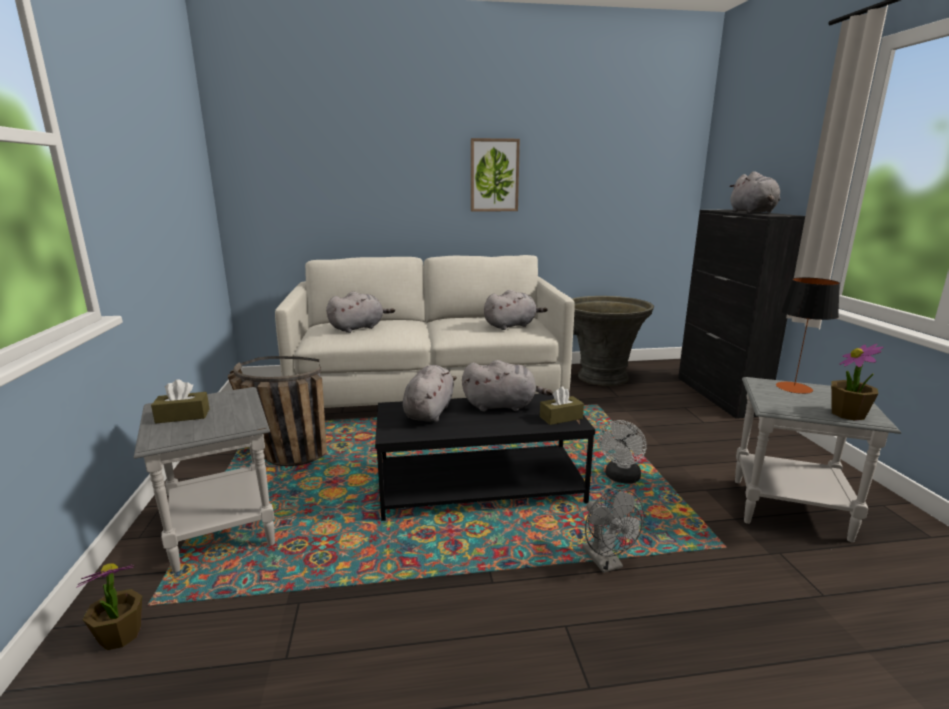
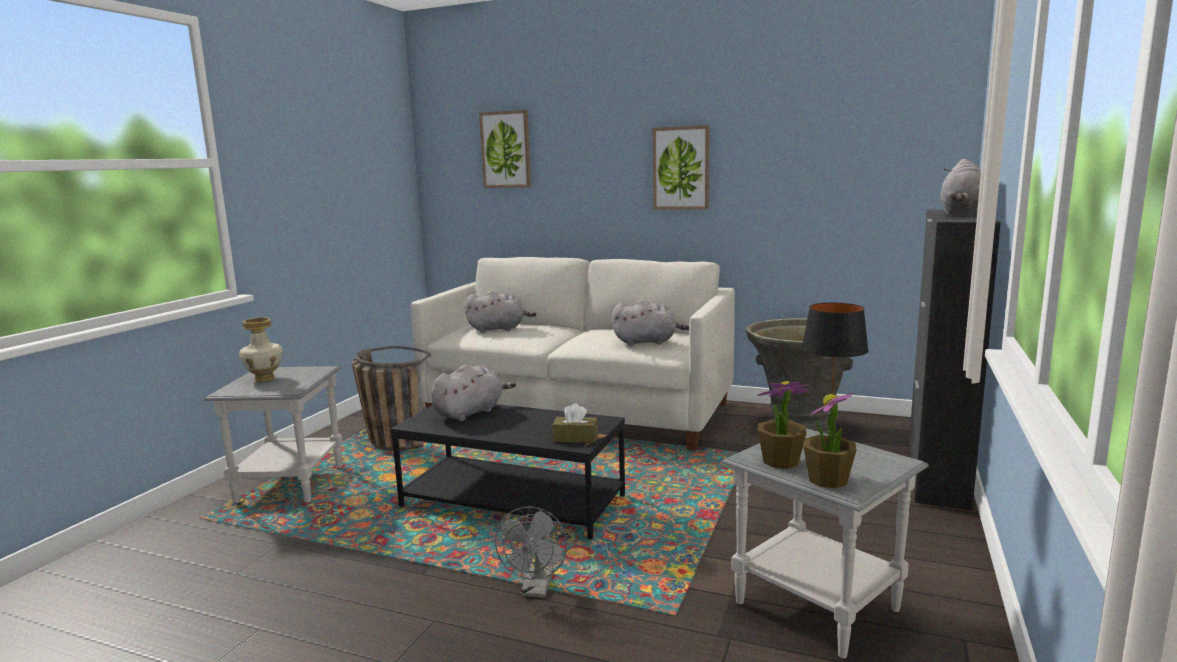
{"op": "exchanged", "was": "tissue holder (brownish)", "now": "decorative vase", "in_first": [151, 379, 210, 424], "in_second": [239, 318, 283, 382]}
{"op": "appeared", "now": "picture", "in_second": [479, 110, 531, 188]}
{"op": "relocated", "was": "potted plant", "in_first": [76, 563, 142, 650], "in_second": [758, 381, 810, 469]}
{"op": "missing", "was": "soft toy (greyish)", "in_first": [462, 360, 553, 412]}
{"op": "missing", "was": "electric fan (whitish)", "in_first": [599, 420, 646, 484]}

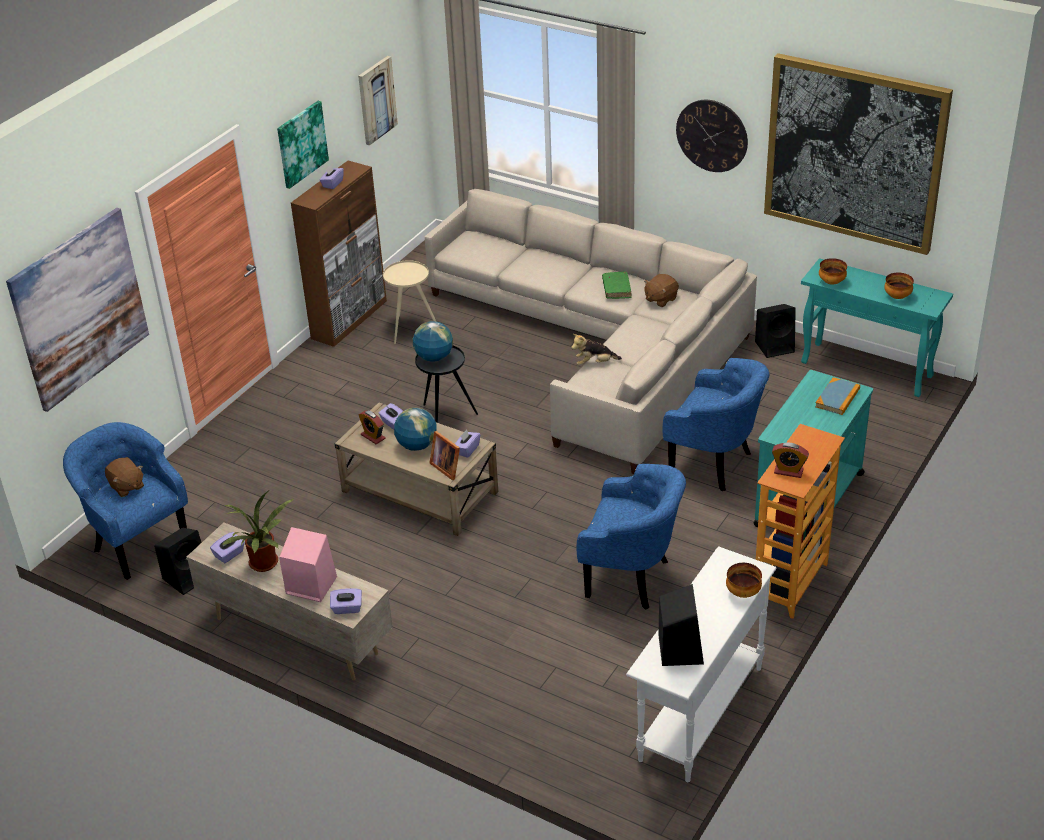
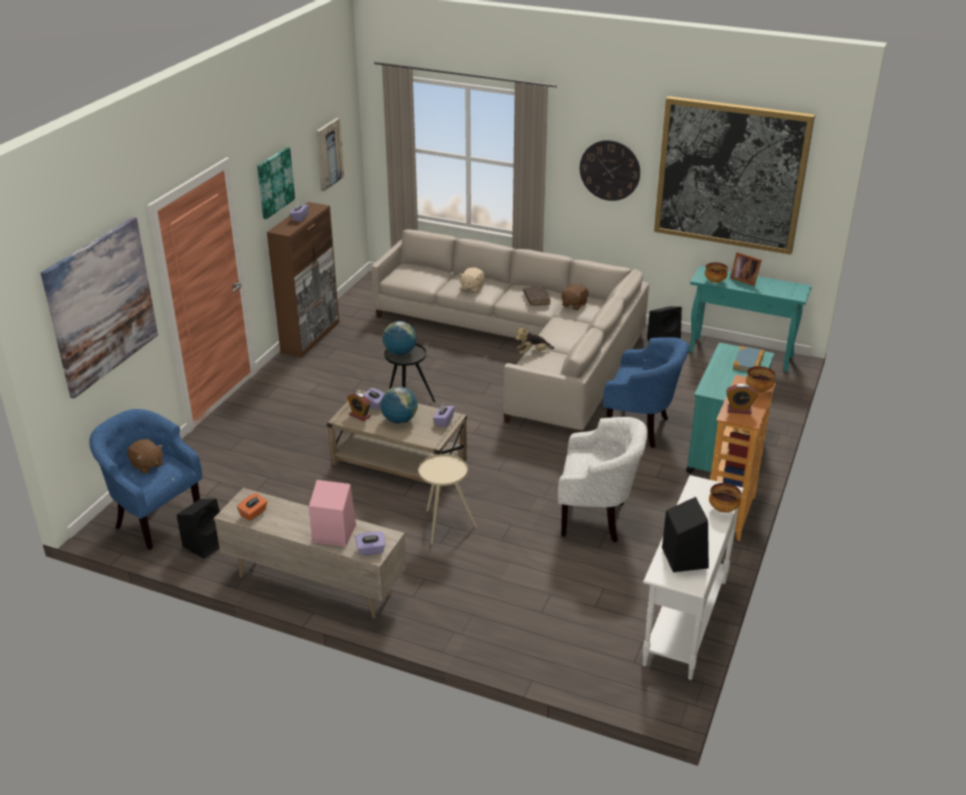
{"op": "colour", "was": "tissue holder (purple-coloured)", "now": "tissue holder (orange)", "in_first": [210, 532, 245, 563], "in_second": [237, 493, 267, 521]}
{"op": "relocated", "was": "end table (sand-coloured)", "in_first": [383, 260, 436, 344], "in_second": [419, 454, 477, 544]}
{"op": "appeared", "now": "soft toy (sand-coloured)", "in_second": [458, 267, 485, 293]}
{"op": "colour", "was": "volume (green)", "now": "volume (brownish)", "in_first": [602, 272, 632, 299], "in_second": [523, 285, 551, 306]}
{"op": "colour", "was": "armchair (bluish)", "now": "armchair (whitish)", "in_first": [577, 464, 686, 610], "in_second": [558, 417, 647, 542]}
{"op": "relocated", "was": "photo frame", "in_first": [429, 431, 460, 480], "in_second": [730, 252, 762, 286]}
{"op": "relocated", "was": "deep dish", "in_first": [884, 272, 914, 299], "in_second": [746, 366, 775, 392]}
{"op": "missing", "was": "potted plant", "in_first": [222, 490, 294, 572]}

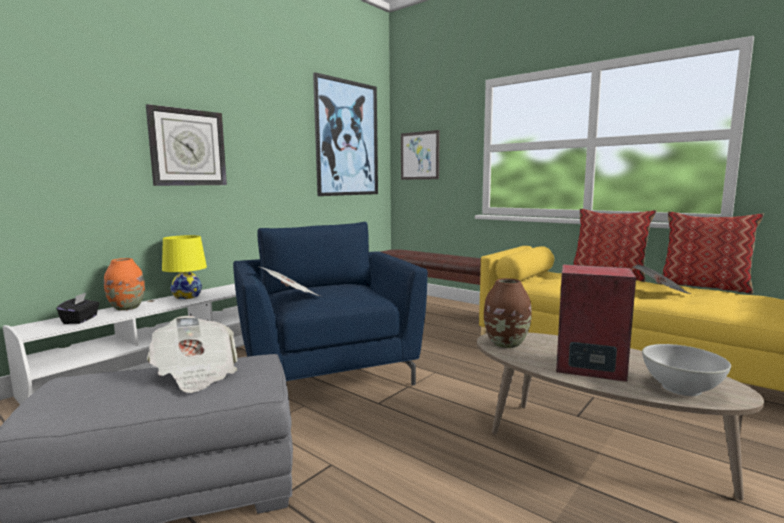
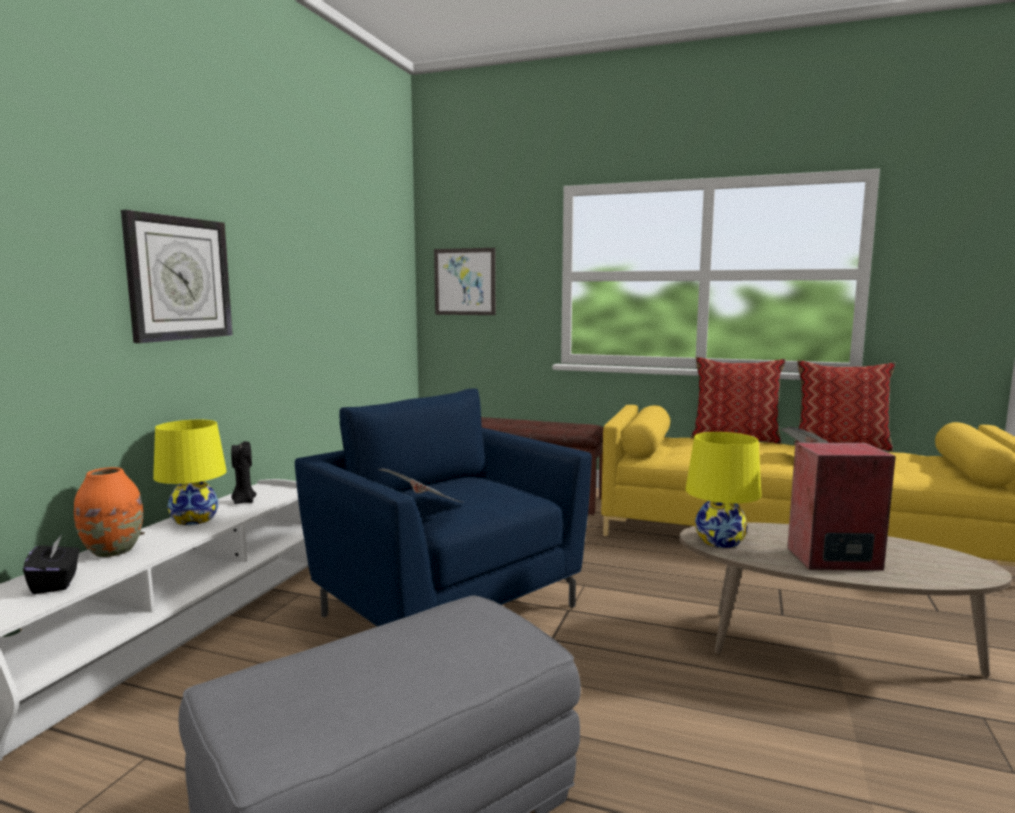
{"op": "appeared", "now": "wax candle (black-coloured)", "in_second": [231, 441, 256, 504]}
{"op": "exchanged", "was": "decorative vase (brownish)", "now": "lamp for a table (yellow-coloured)", "in_first": [484, 278, 532, 348], "in_second": [686, 432, 762, 548]}
{"op": "missing", "was": "newspaper", "in_first": [147, 316, 237, 393]}
{"op": "missing", "was": "picture", "in_first": [313, 72, 378, 196]}
{"op": "missing", "was": "deep dish (whitish)", "in_first": [642, 344, 731, 396]}

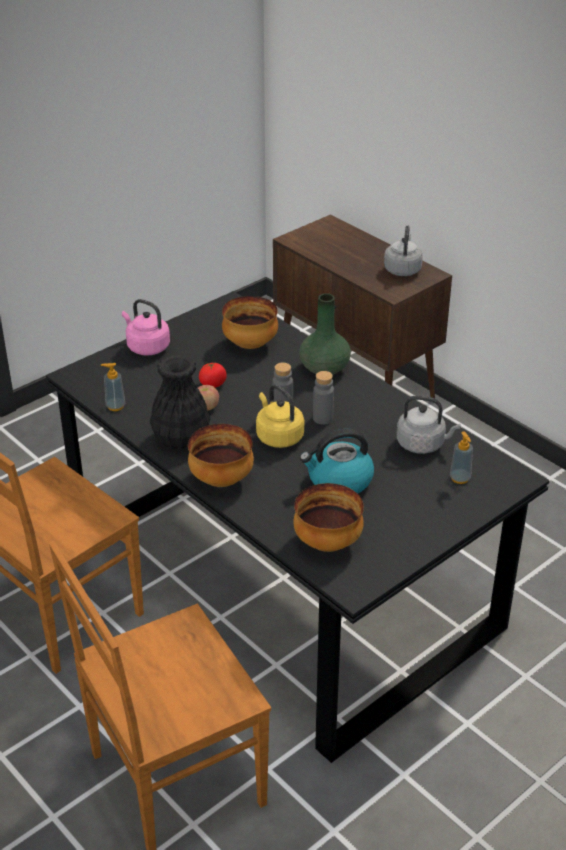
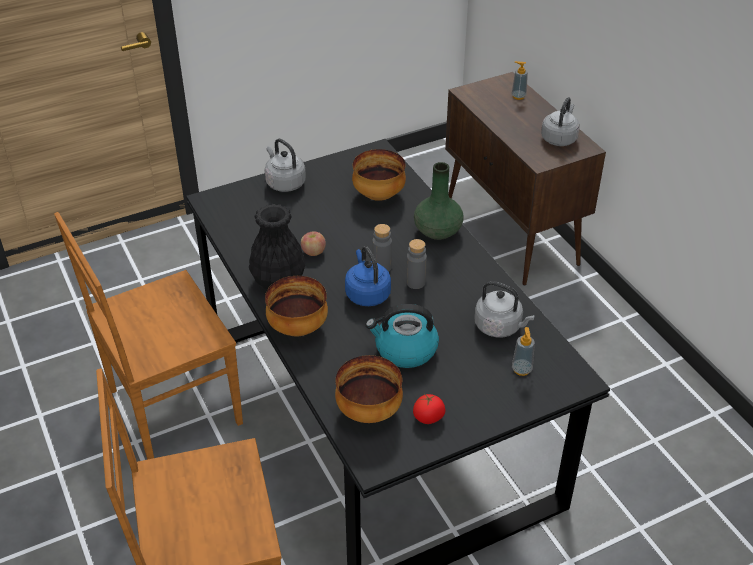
{"op": "colour", "was": "kettle (pinkish)", "now": "kettle (greyish)", "in_first": [122, 299, 170, 356], "in_second": [265, 139, 306, 192]}
{"op": "colour", "was": "kettle (yellow-coloured)", "now": "kettle (bluish)", "in_first": [256, 385, 304, 448], "in_second": [345, 246, 391, 306]}
{"op": "relocated", "was": "whole tomato", "in_first": [199, 362, 227, 388], "in_second": [413, 393, 445, 424]}
{"op": "relocated", "was": "soap bottle", "in_first": [101, 363, 125, 411], "in_second": [512, 61, 528, 100]}

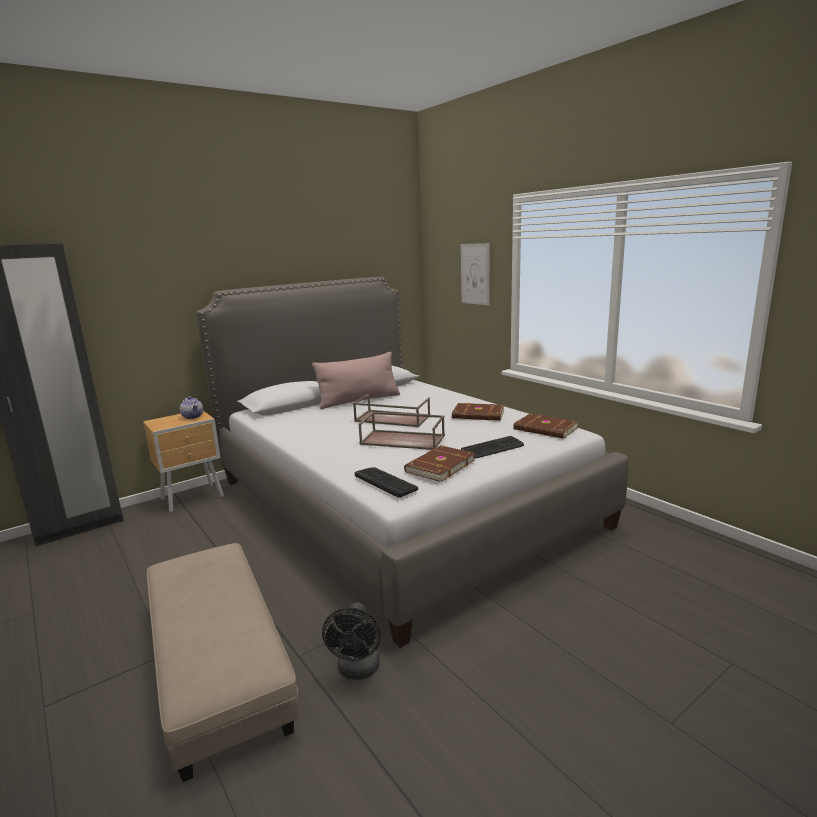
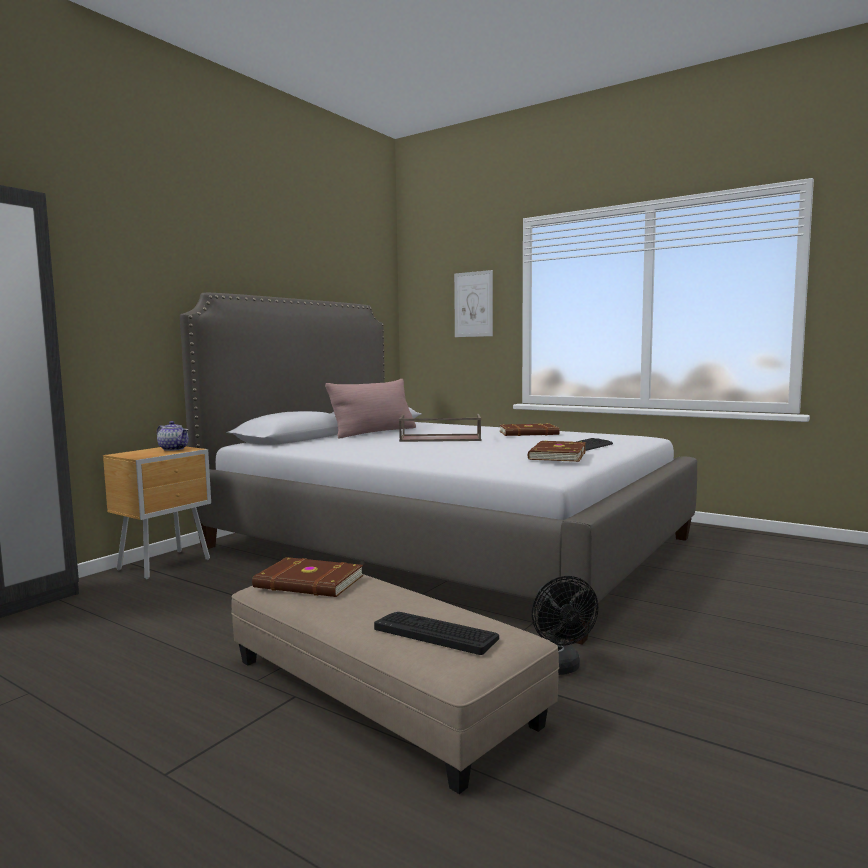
{"op": "relocated", "was": "volume (brownish)", "in_first": [513, 414, 578, 439], "in_second": [252, 557, 363, 597]}
{"op": "relocated", "was": "PC keyboard", "in_first": [355, 467, 418, 498], "in_second": [374, 612, 499, 655]}
{"op": "missing", "was": "serving tray (brownish)", "in_first": [359, 412, 445, 450]}

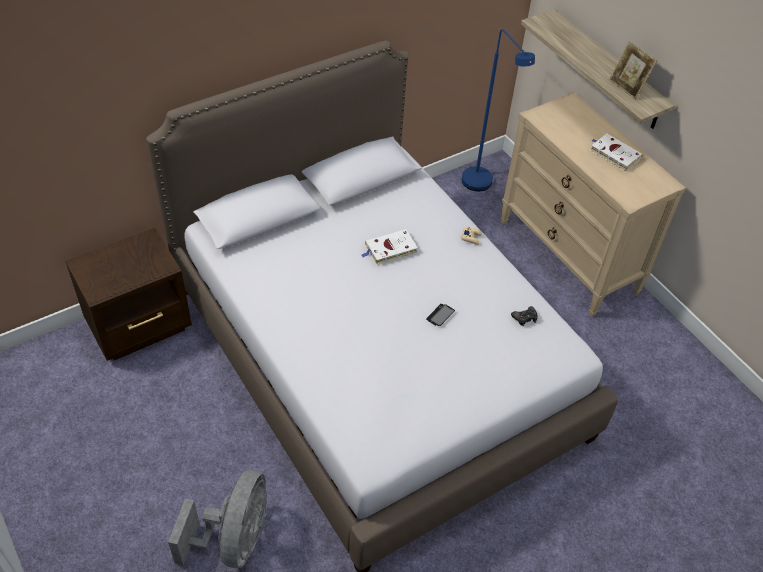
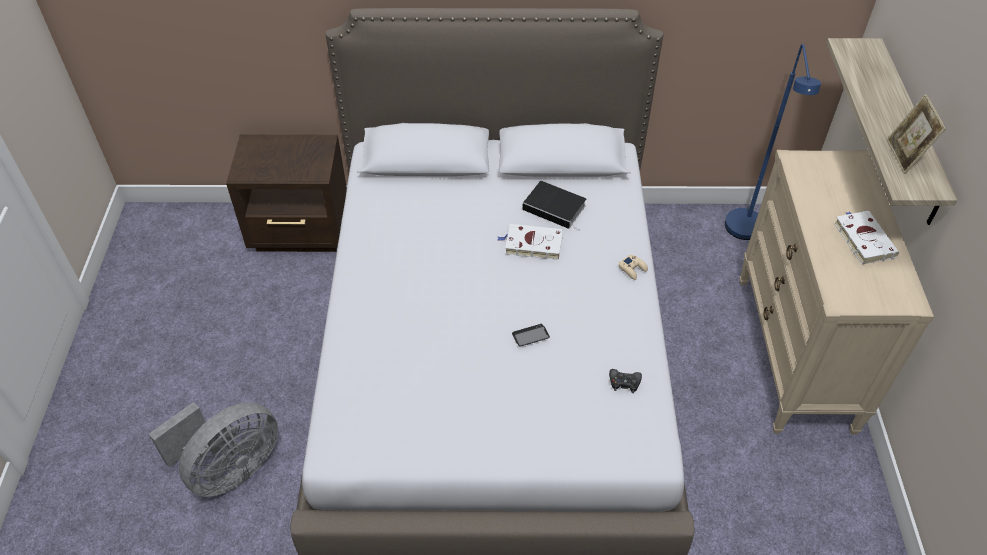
{"op": "appeared", "now": "volume", "in_second": [522, 181, 586, 231]}

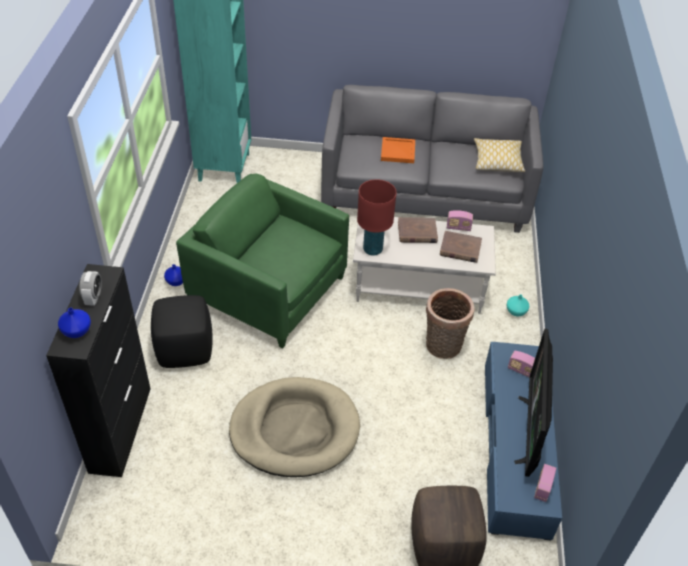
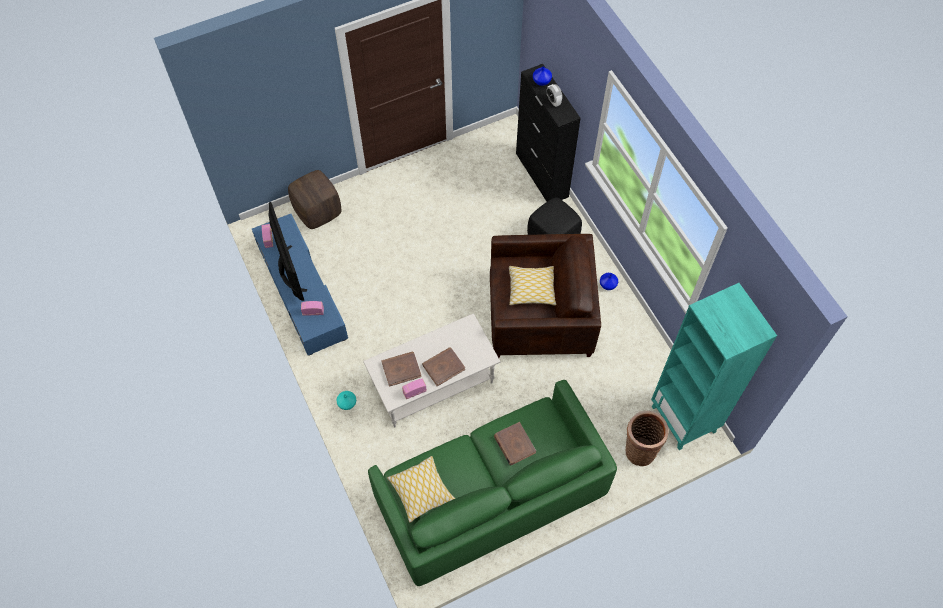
{"op": "colour", "was": "sofa (greyish)", "now": "sofa (green)", "in_first": [321, 85, 543, 233], "in_second": [368, 380, 617, 586]}
{"op": "colour", "was": "armchair (green)", "now": "armchair (brownish)", "in_first": [176, 174, 349, 349], "in_second": [490, 234, 601, 358]}
{"op": "exchanged", "was": "serving tray (orange)", "now": "volume (brownish)", "in_first": [381, 137, 415, 163], "in_second": [494, 422, 536, 465]}
{"op": "appeared", "now": "throw pillow", "in_second": [509, 266, 556, 305]}
{"op": "relocated", "was": "storage basket", "in_first": [426, 288, 475, 359], "in_second": [625, 411, 669, 466]}
{"op": "missing", "was": "dog bed (sand-coloured)", "in_first": [229, 377, 360, 477]}
{"op": "missing", "was": "lamp for a table (red-coloured)", "in_first": [357, 179, 396, 256]}

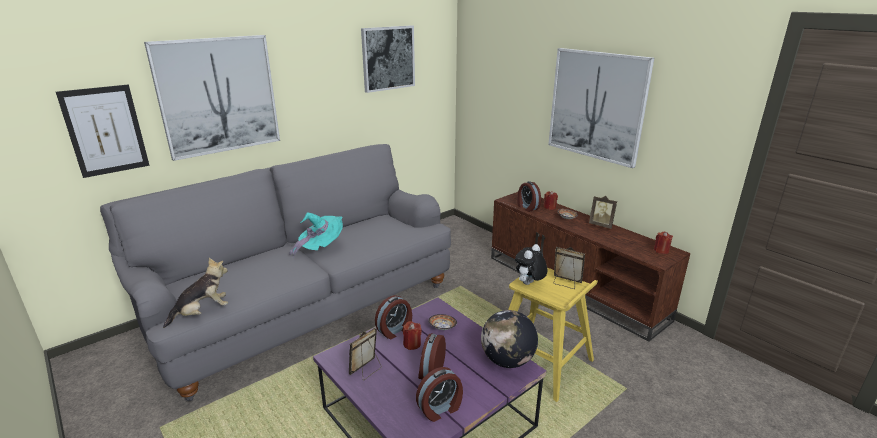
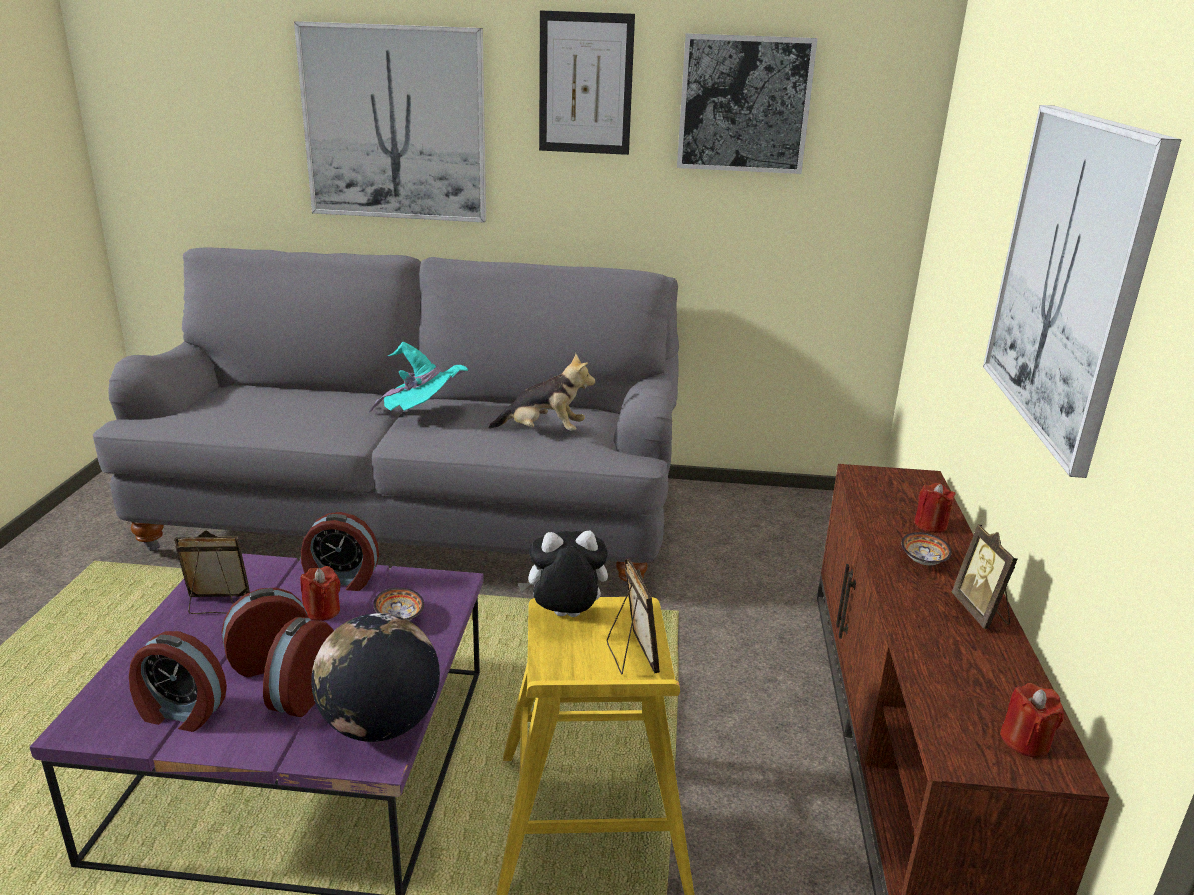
{"op": "relocated", "was": "bedside clock", "in_first": [517, 181, 541, 212], "in_second": [263, 617, 334, 717]}
{"op": "relocated", "was": "soft toy", "in_first": [163, 258, 228, 328], "in_second": [489, 353, 595, 431]}
{"op": "relocated", "was": "picture", "in_first": [56, 85, 150, 178], "in_second": [539, 10, 635, 155]}

